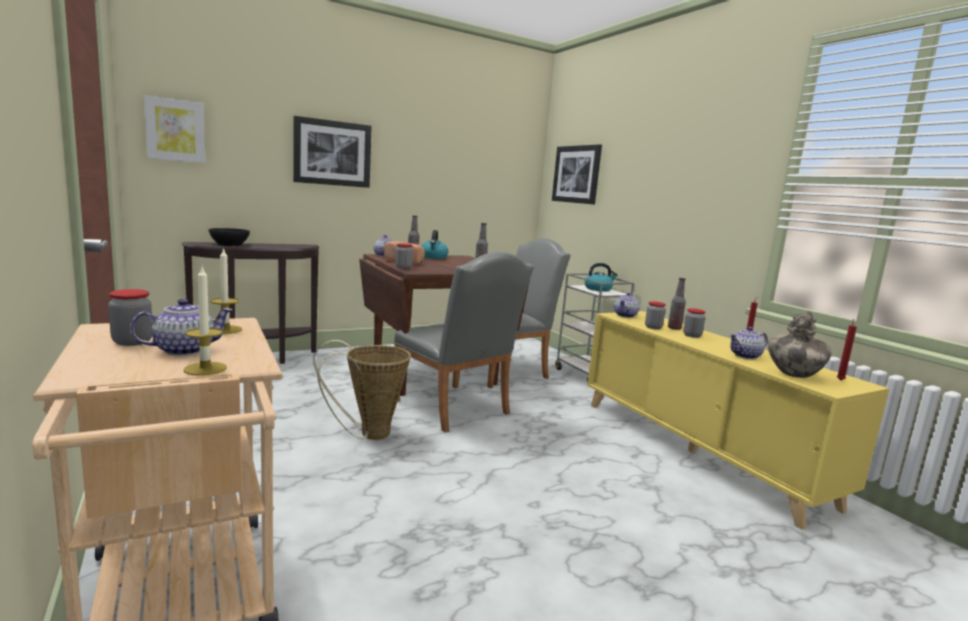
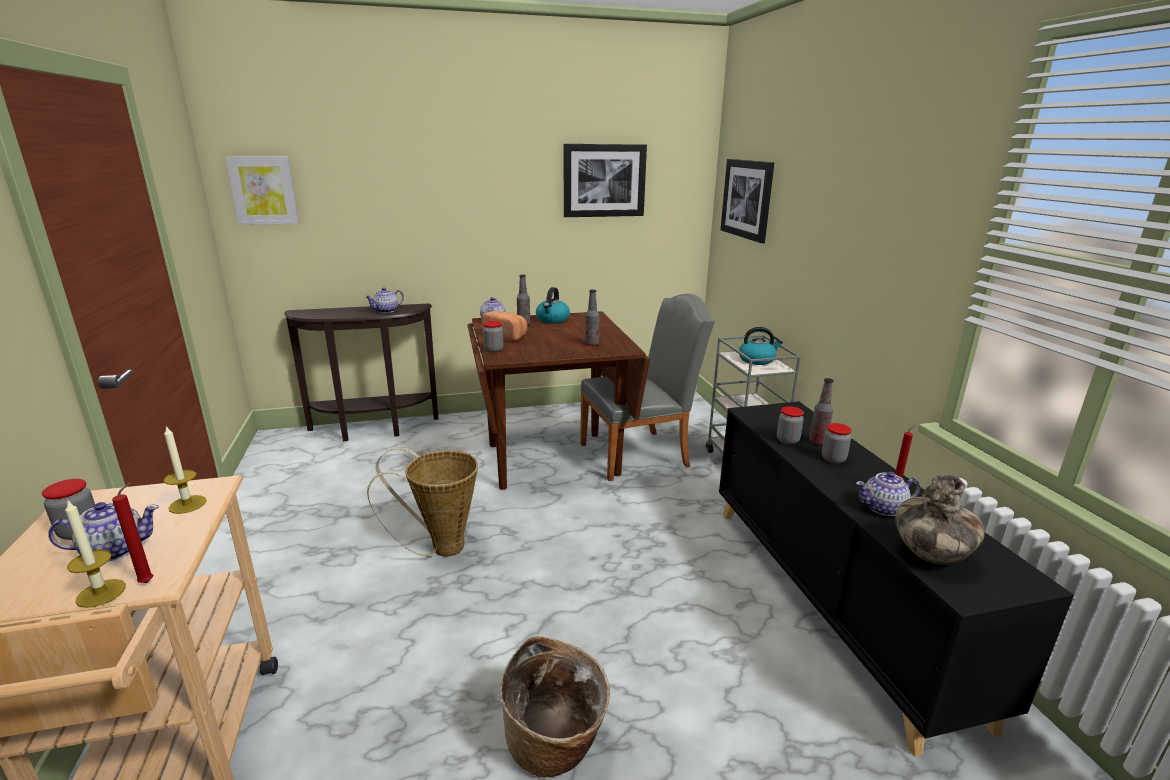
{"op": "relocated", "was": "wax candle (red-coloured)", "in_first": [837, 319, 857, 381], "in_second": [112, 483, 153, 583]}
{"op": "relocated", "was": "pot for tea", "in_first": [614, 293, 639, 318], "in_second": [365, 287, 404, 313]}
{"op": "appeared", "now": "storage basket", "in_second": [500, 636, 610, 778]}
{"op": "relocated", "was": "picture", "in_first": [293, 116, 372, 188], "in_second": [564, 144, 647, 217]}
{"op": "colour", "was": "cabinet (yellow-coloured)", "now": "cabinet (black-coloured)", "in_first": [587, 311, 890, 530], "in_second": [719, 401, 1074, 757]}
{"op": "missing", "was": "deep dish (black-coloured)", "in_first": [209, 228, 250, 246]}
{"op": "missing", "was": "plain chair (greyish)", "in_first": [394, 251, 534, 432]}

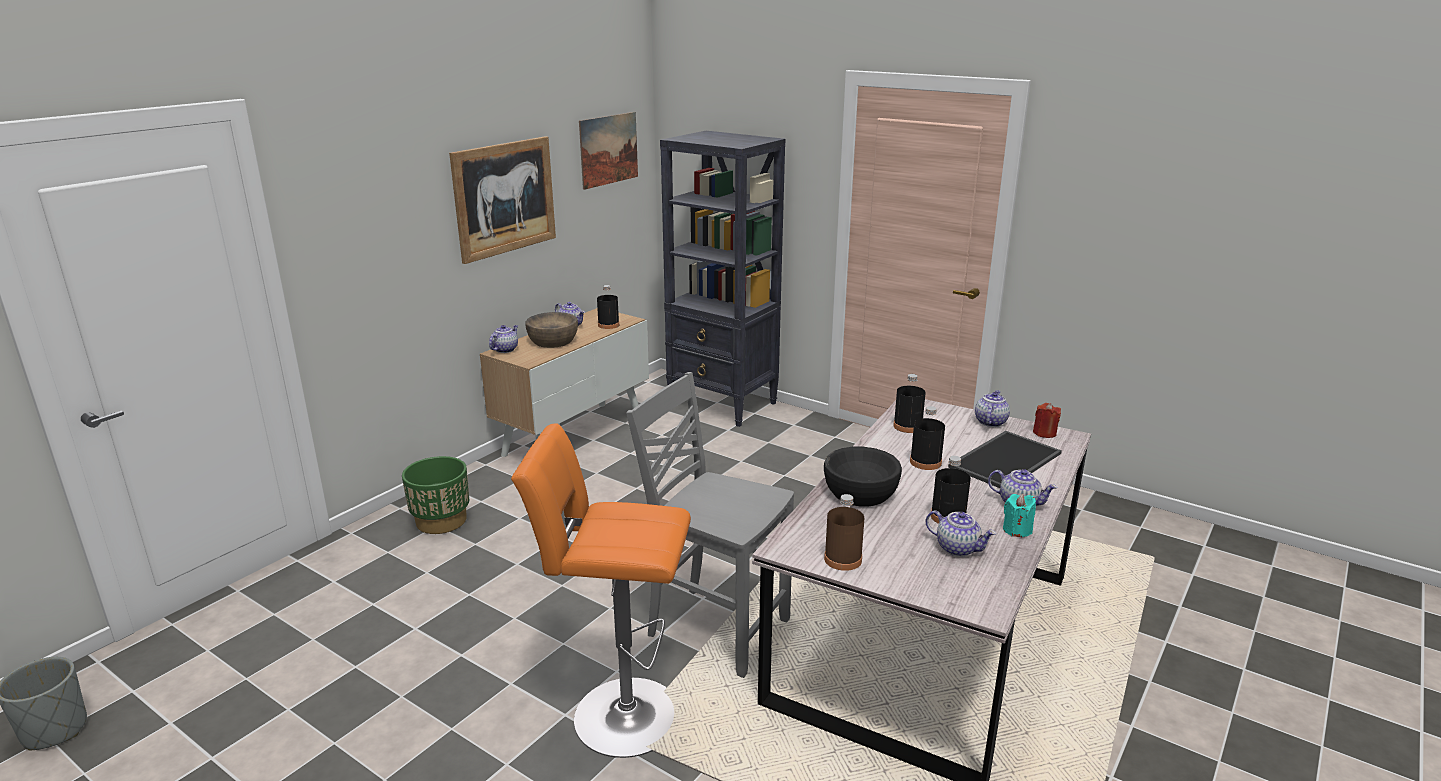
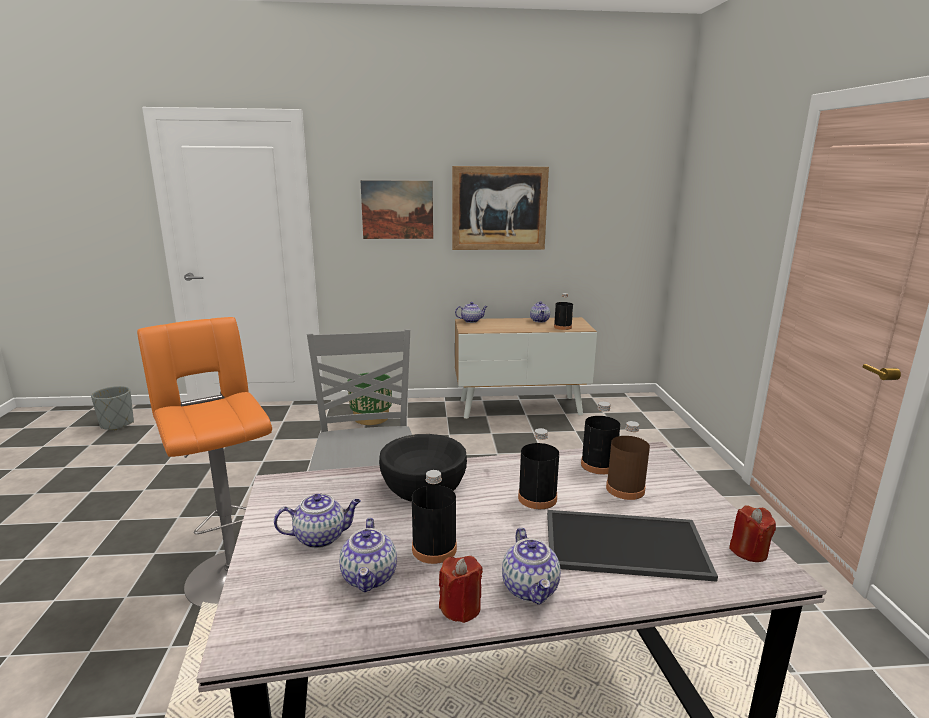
{"op": "relocated", "was": "pot for tea", "in_first": [975, 390, 1010, 427], "in_second": [274, 494, 361, 548]}
{"op": "relocated", "was": "picture", "in_first": [579, 112, 638, 190], "in_second": [360, 180, 433, 239]}
{"op": "colour", "was": "wax candle (turquoise-coloured)", "now": "wax candle (red-coloured)", "in_first": [1003, 494, 1036, 537], "in_second": [439, 556, 483, 623]}
{"op": "relocated", "was": "drink bottle (brownish)", "in_first": [824, 494, 864, 571], "in_second": [606, 421, 650, 500]}
{"op": "missing", "was": "deep dish (brownish)", "in_first": [525, 312, 578, 348]}
{"op": "missing", "was": "shelving unit (black-coloured)", "in_first": [660, 131, 785, 427]}

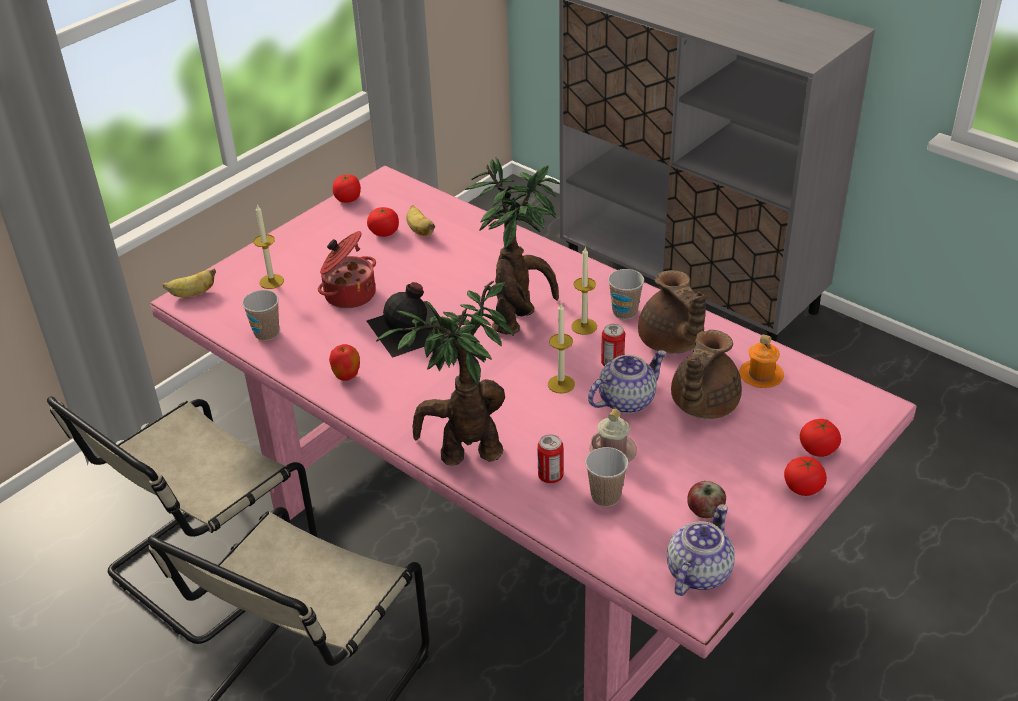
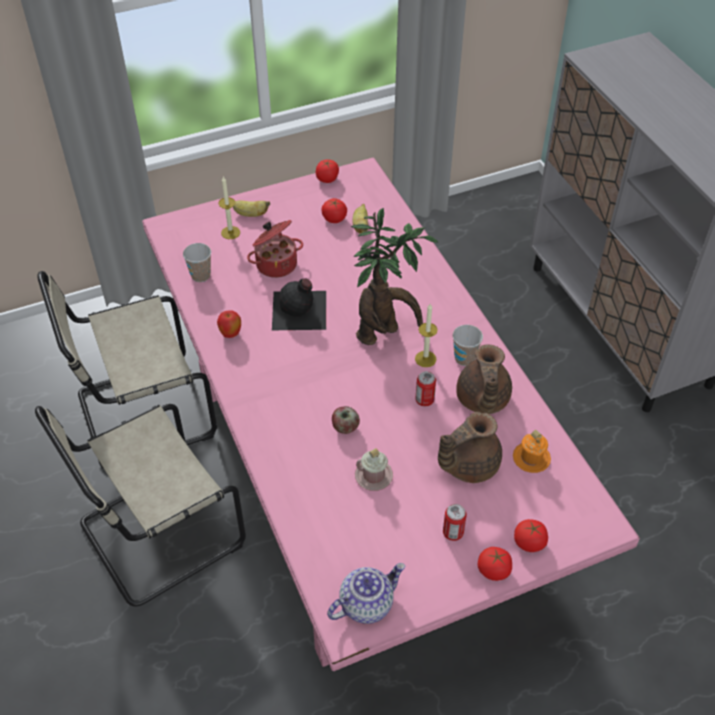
{"op": "relocated", "was": "whole banana", "in_first": [162, 268, 216, 297], "in_second": [233, 200, 270, 217]}
{"op": "relocated", "was": "whole apple", "in_first": [687, 481, 726, 518], "in_second": [332, 406, 360, 434]}
{"op": "relocated", "was": "can", "in_first": [537, 434, 563, 483], "in_second": [443, 504, 467, 541]}
{"op": "missing", "was": "potted plant", "in_first": [376, 281, 514, 466]}
{"op": "missing", "was": "wax candle", "in_first": [548, 303, 575, 393]}
{"op": "missing", "was": "cup", "in_first": [585, 447, 629, 507]}
{"op": "missing", "was": "pot for tea", "in_first": [588, 350, 667, 414]}

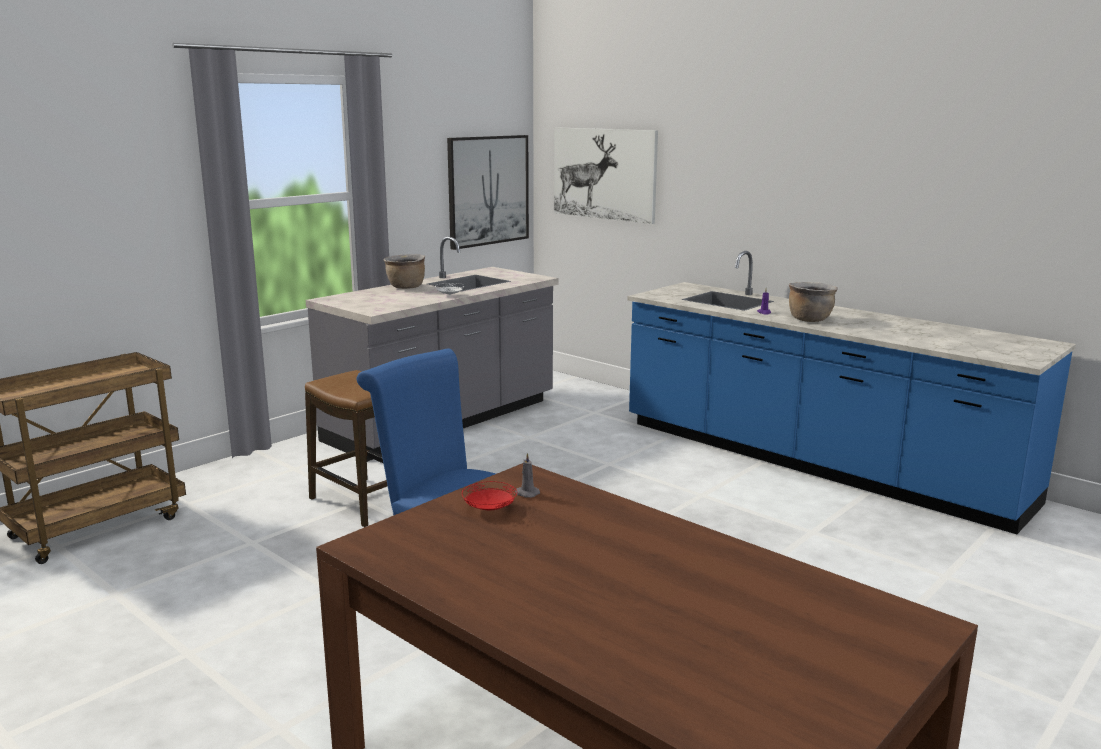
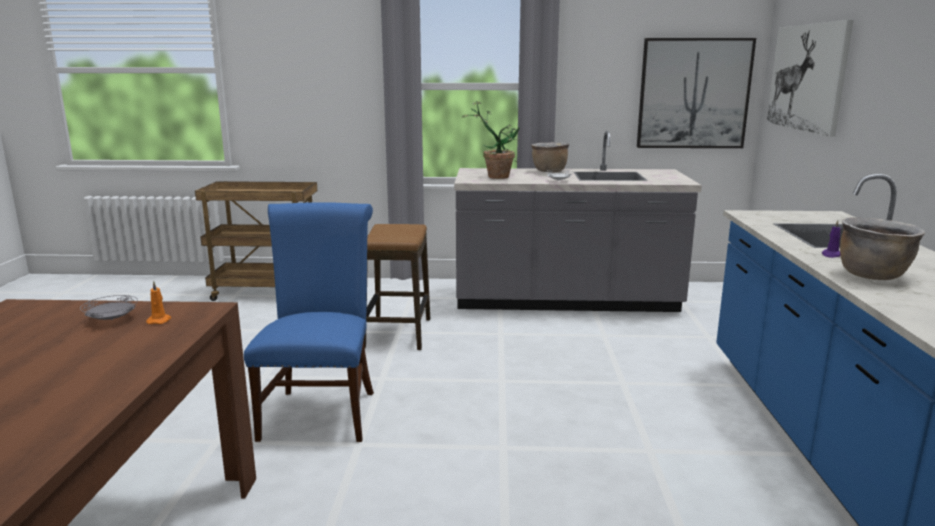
{"op": "colour", "was": "plate (red-coloured)", "now": "plate (greyish)", "in_first": [462, 481, 517, 510], "in_second": [80, 295, 138, 320]}
{"op": "colour", "was": "wax candle (greyish)", "now": "wax candle (orange)", "in_first": [515, 453, 540, 498], "in_second": [146, 281, 171, 324]}
{"op": "appeared", "now": "potted plant", "in_second": [462, 101, 520, 179]}

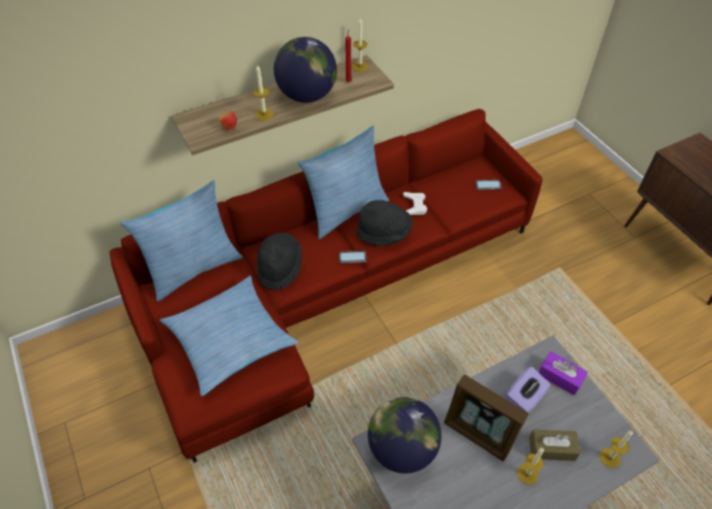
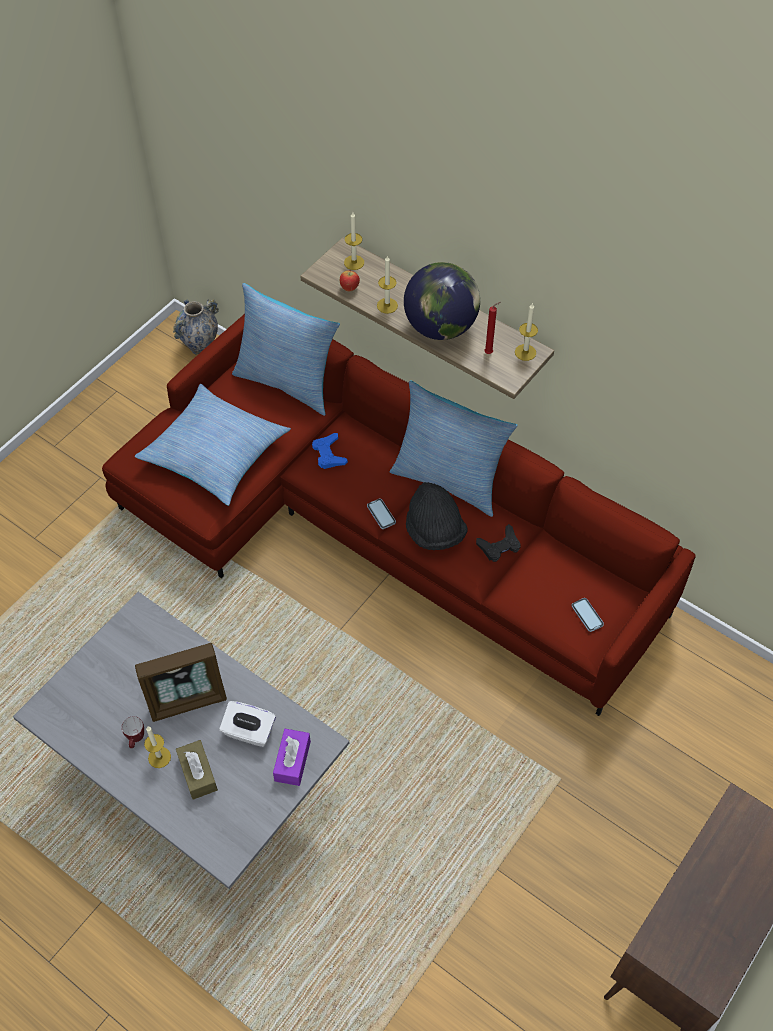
{"op": "appeared", "now": "tea mug", "in_second": [122, 716, 144, 748]}
{"op": "spun", "was": "photo frame", "in_first": [444, 375, 529, 461], "in_second": [135, 643, 227, 722], "clockwise": -120}
{"op": "appeared", "now": "decorative vase", "in_second": [173, 299, 219, 355]}
{"op": "colour", "was": "tissue holder (purple-coloured)", "now": "tissue holder (whitish)", "in_first": [506, 366, 551, 413], "in_second": [219, 701, 276, 747]}
{"op": "exchanged", "was": "hat (black-coloured)", "now": "joypad (bluish)", "in_first": [256, 233, 302, 291], "in_second": [312, 433, 348, 469]}
{"op": "relocated", "was": "wax candle", "in_first": [600, 431, 633, 468], "in_second": [344, 212, 364, 270]}
{"op": "colour", "was": "joypad (whitish)", "now": "joypad (black-coloured)", "in_first": [403, 192, 427, 215], "in_second": [476, 524, 521, 562]}
{"op": "missing", "was": "world globe", "in_first": [368, 397, 442, 474]}

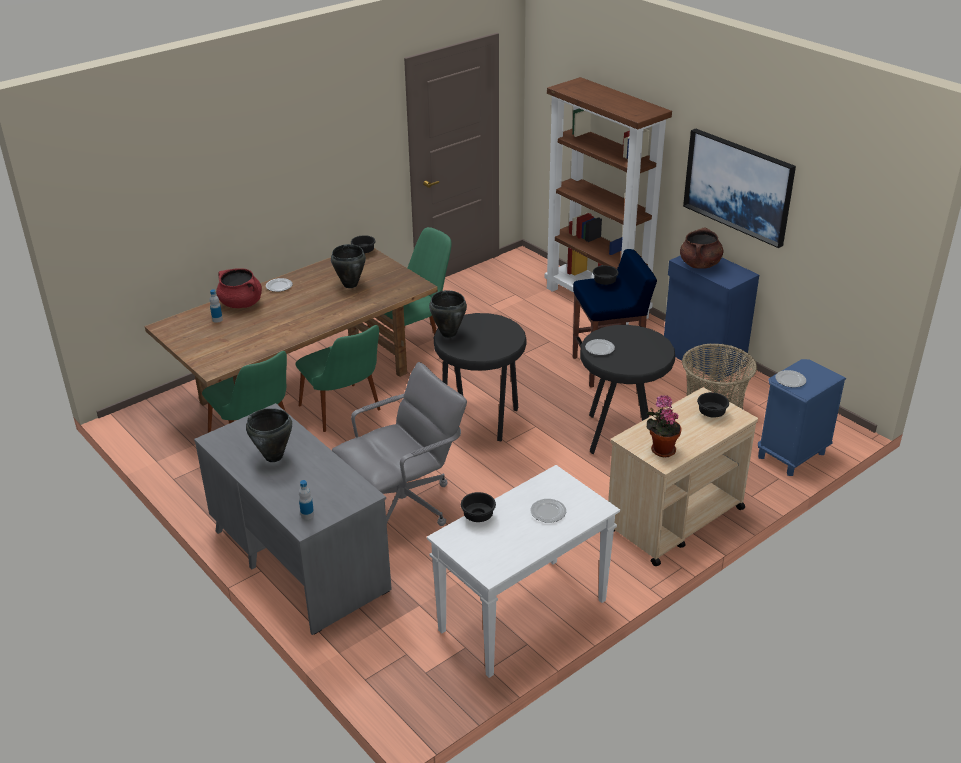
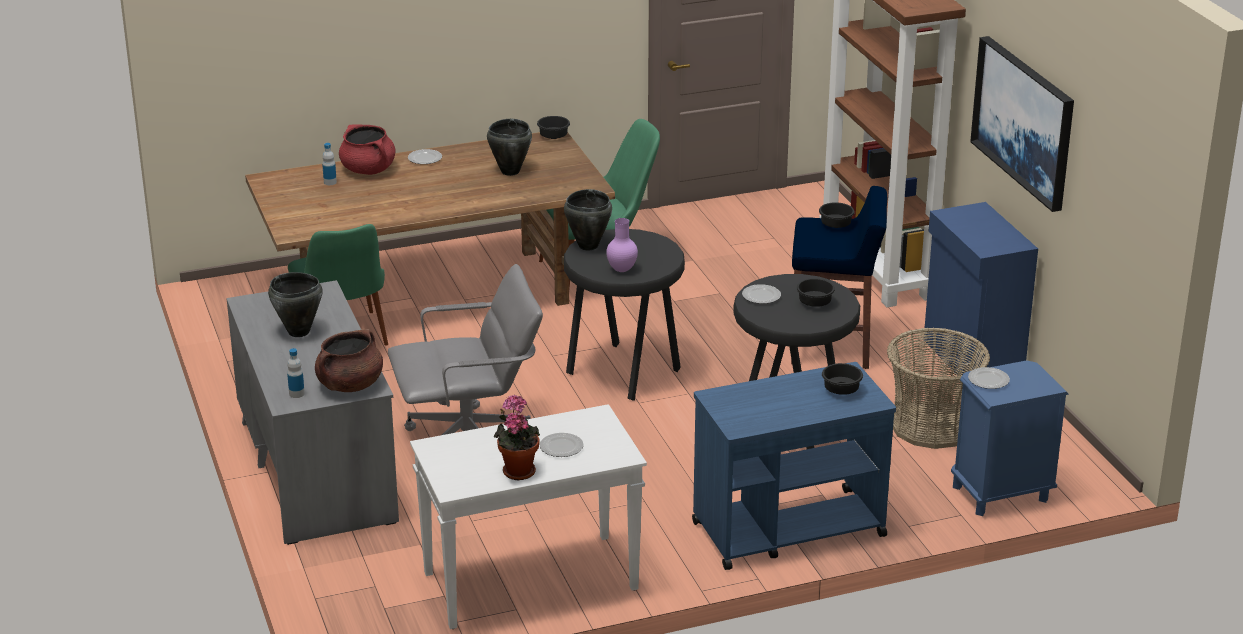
{"op": "relocated", "was": "saucepot (brownish)", "in_first": [680, 227, 723, 269], "in_second": [315, 329, 383, 392]}
{"op": "relocated", "was": "potted plant", "in_first": [647, 395, 681, 457], "in_second": [494, 395, 540, 481]}
{"op": "appeared", "now": "decorative vase (purple-coloured)", "in_second": [606, 218, 638, 272]}
{"op": "colour", "was": "cart (sand-coloured)", "now": "cart (bluish)", "in_first": [608, 387, 758, 566], "in_second": [692, 362, 896, 570]}
{"op": "relocated", "was": "deep dish (black-coloured)", "in_first": [461, 492, 496, 522], "in_second": [796, 278, 835, 307]}
{"op": "missing", "was": "plain chair (green)", "in_first": [295, 325, 381, 432]}

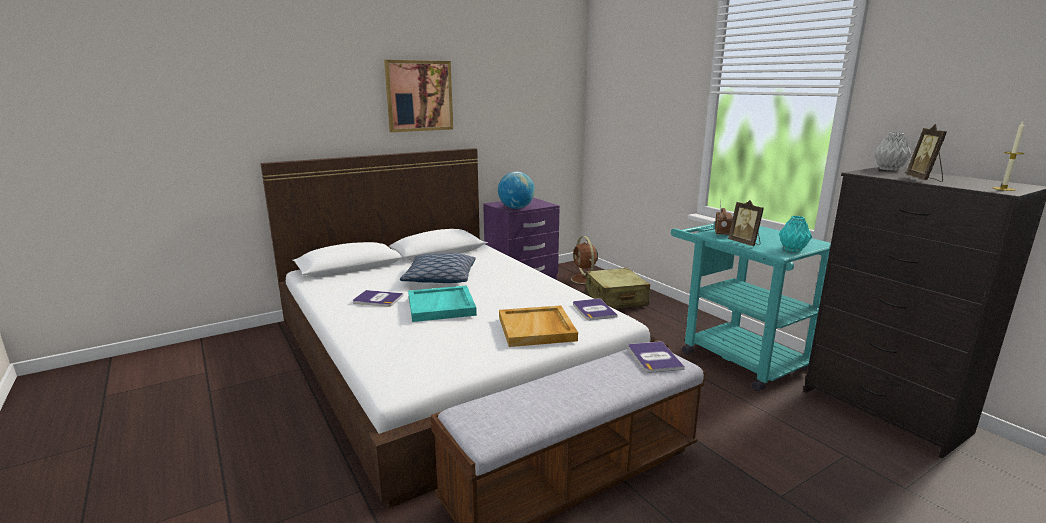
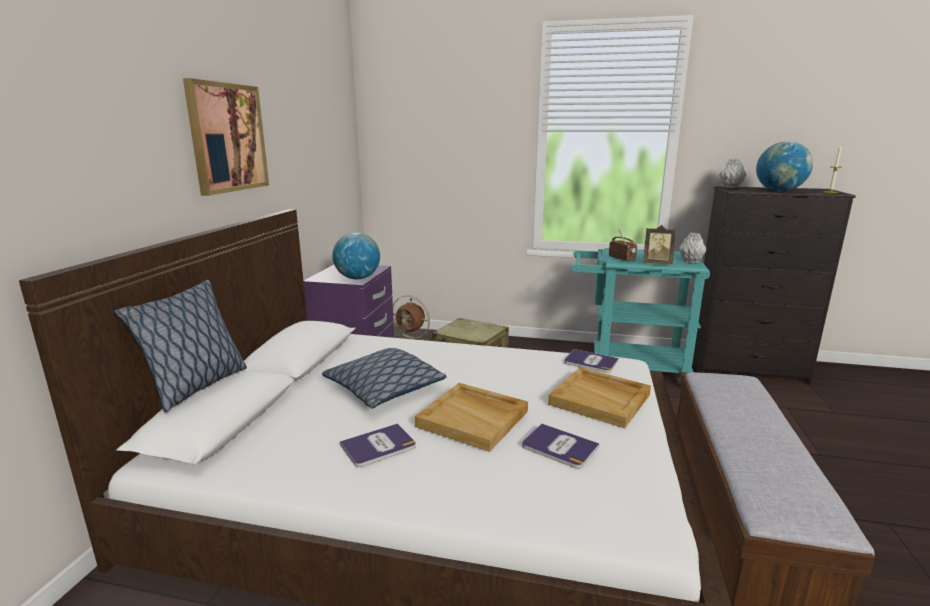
{"op": "appeared", "now": "throw pillow", "in_second": [114, 280, 247, 412]}
{"op": "colour", "was": "serving tray (turquoise-coloured)", "now": "serving tray (sand-coloured)", "in_first": [408, 285, 477, 322], "in_second": [415, 383, 528, 452]}
{"op": "relocated", "was": "volume", "in_first": [628, 341, 685, 373], "in_second": [522, 423, 599, 469]}
{"op": "colour", "was": "decorative vase (turquoise-coloured)", "now": "decorative vase (greyish)", "in_first": [779, 216, 812, 252], "in_second": [679, 233, 706, 263]}
{"op": "exchanged", "was": "photo frame", "now": "world globe", "in_first": [906, 124, 947, 182], "in_second": [756, 141, 813, 192]}

